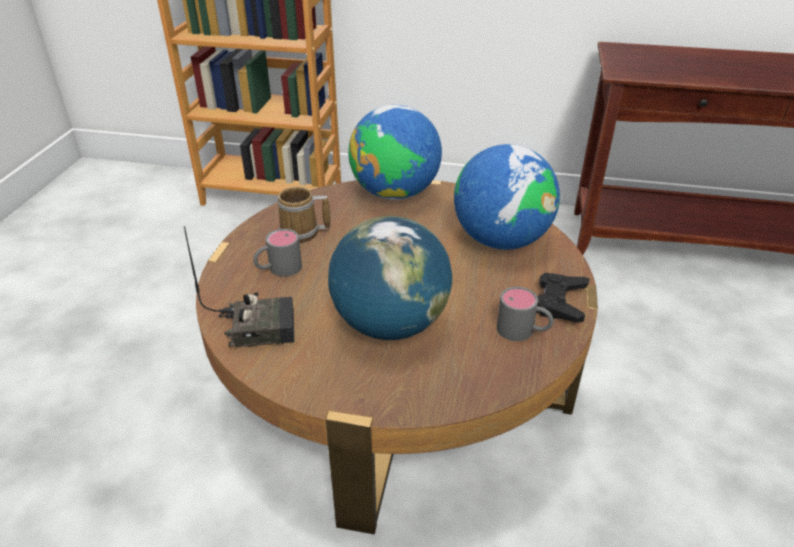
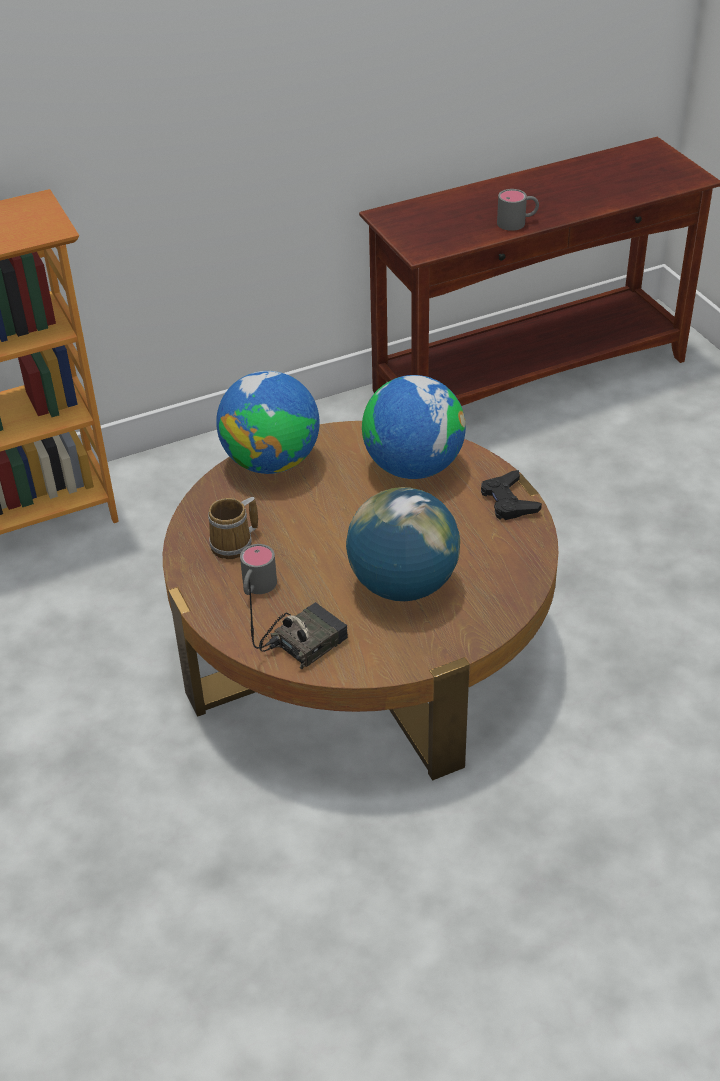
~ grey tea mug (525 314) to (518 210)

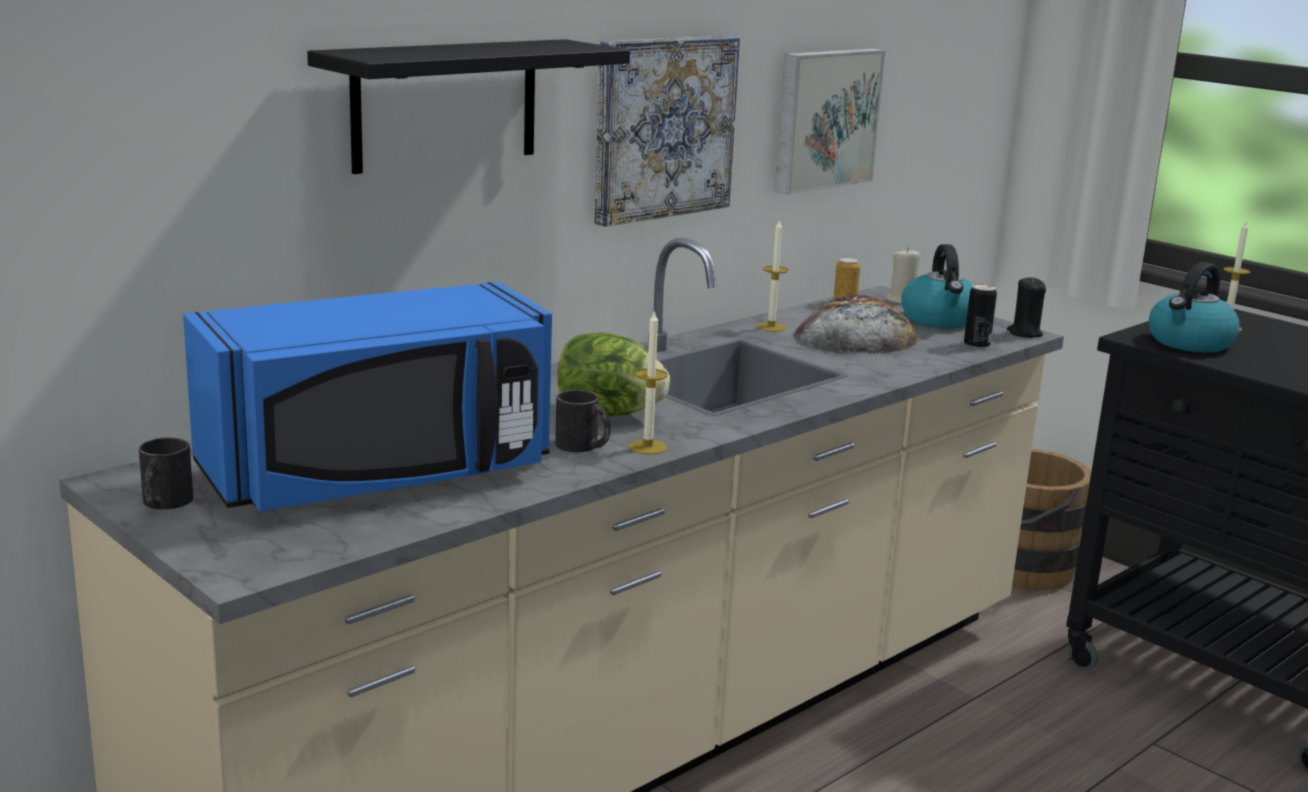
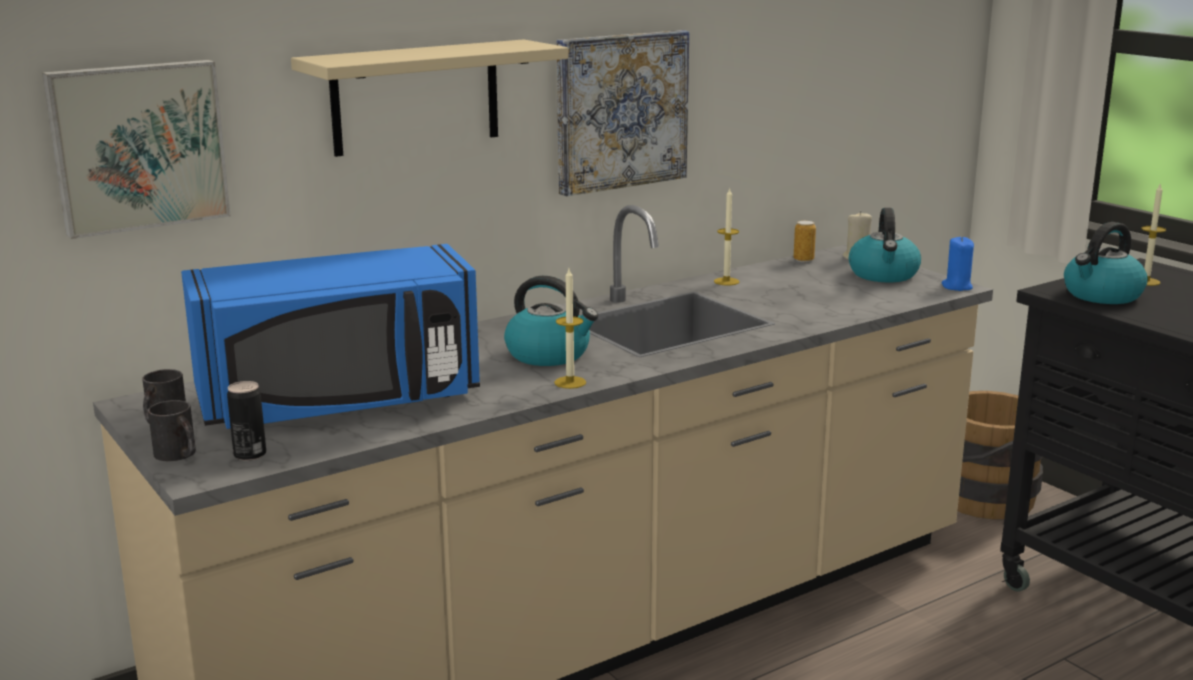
~ black shelf (468 106) to sand-coloured shelf (429 98)
~ black tea mug (583 421) to (172 430)
~ lettuce (613 374) to water kettle (551 321)
~ wall picture (829 122) to (136 149)
- bread (856 324)
~ sealed can (980 315) to (246 421)
~ black candle (1026 307) to blue-coloured candle (958 263)

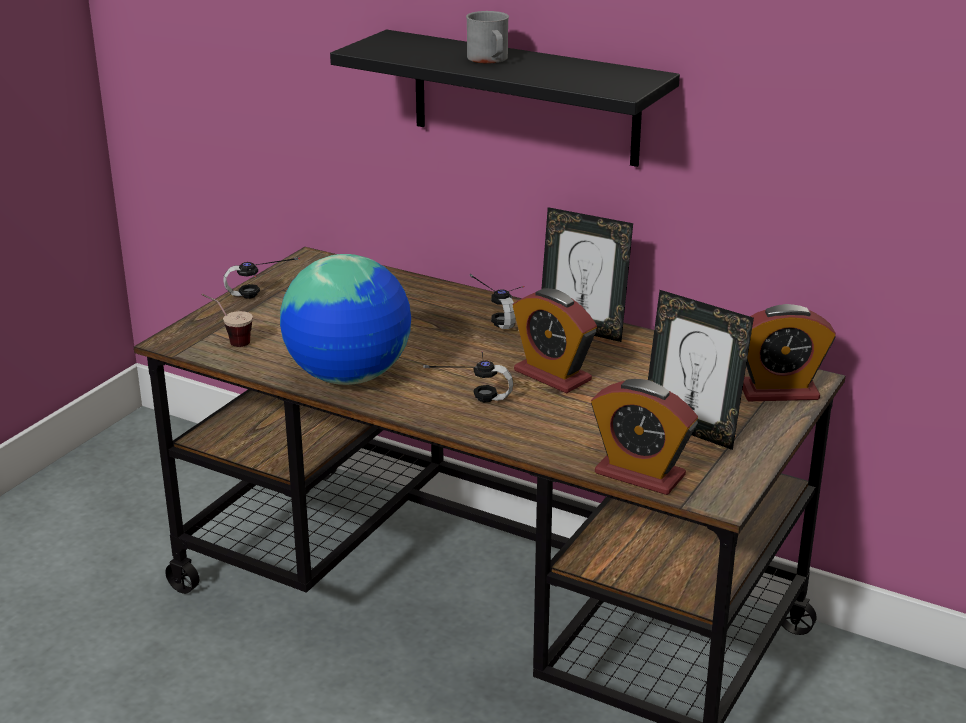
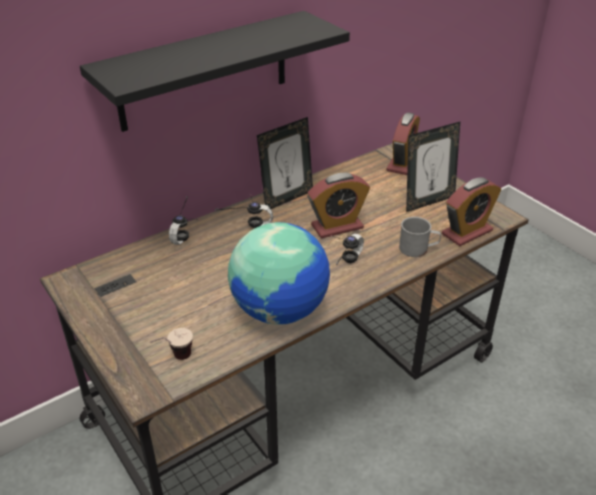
~ headset (261 278) to (185 220)
~ grey tea mug (487 37) to (420 237)

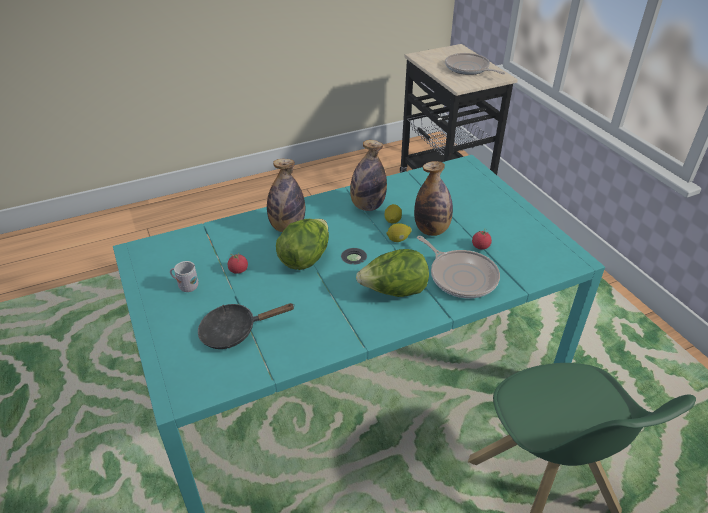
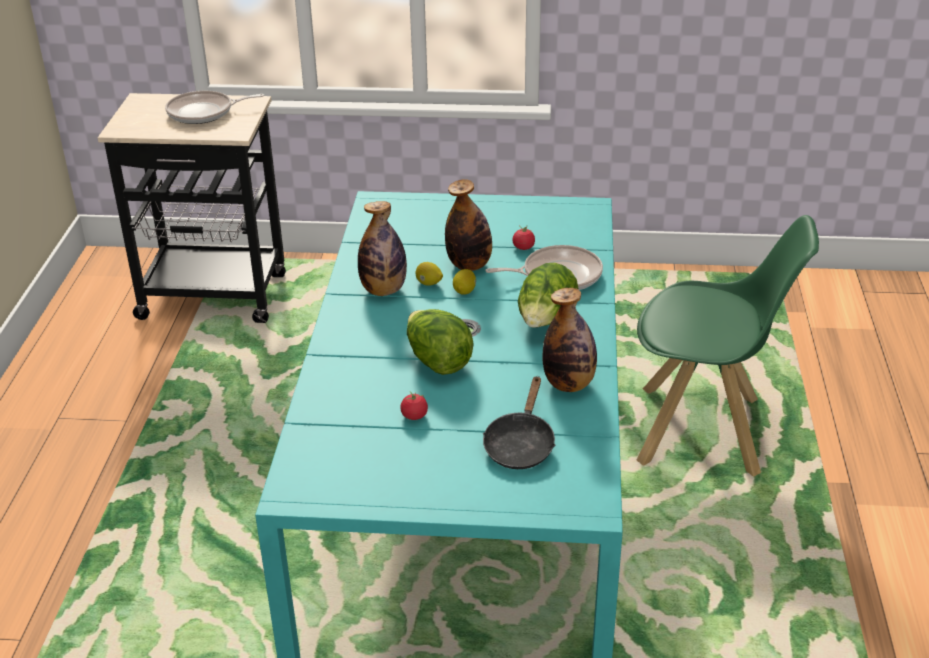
- whitish tea mug (184 276)
~ beverage bottle (286 195) to (570 340)

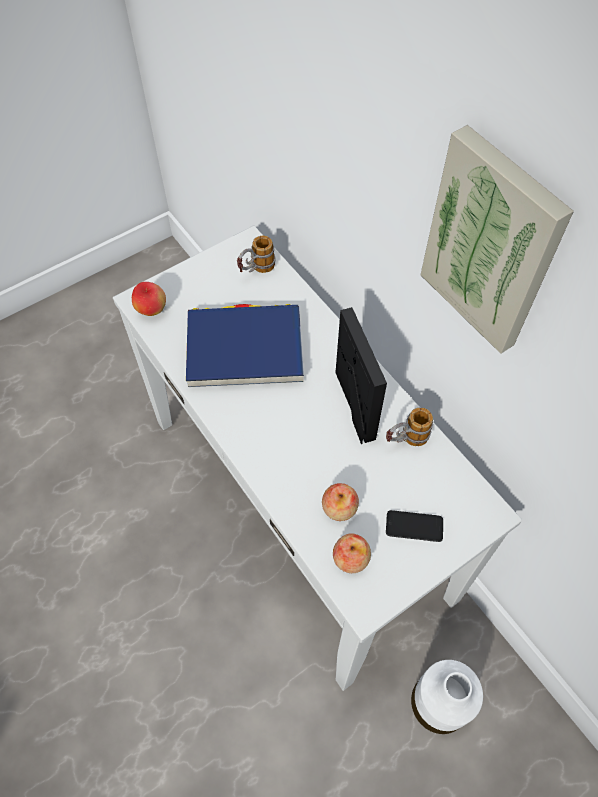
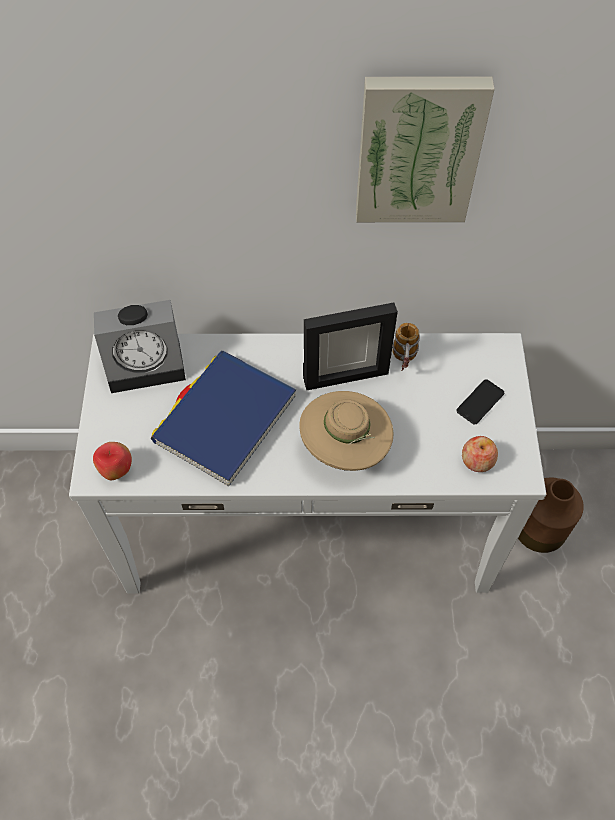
~ tea mug (256 254) to table clock (140 346)
- whole apple (340 502)
~ standing frame (361 375) = (350 346) 150 degrees clockwise
~ whitish flower vase (447 697) to brown flower vase (551 515)
+ sand-coloured wearable hat (346 431)

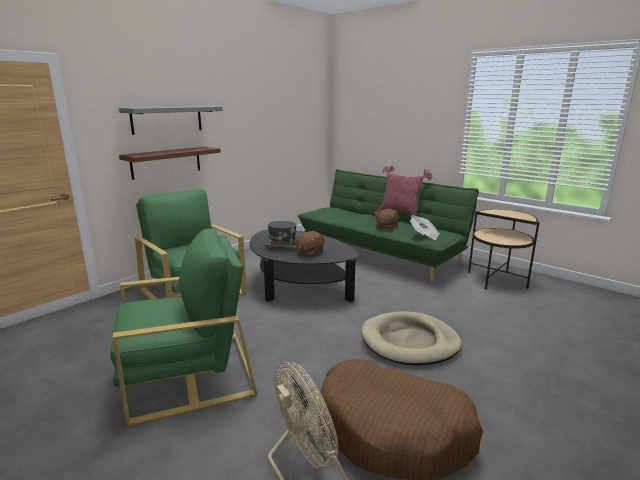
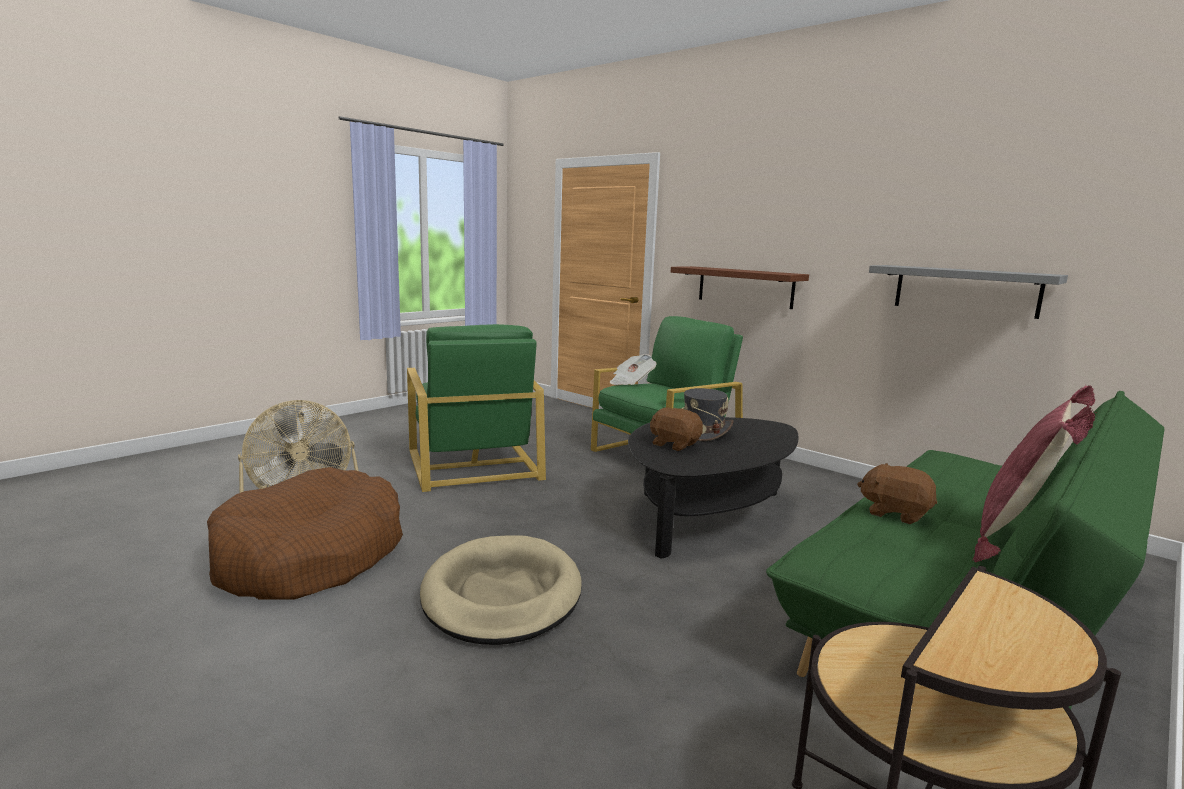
~ grey shelf (171 120) to (968 292)
~ daily paper (425 227) to (633 369)

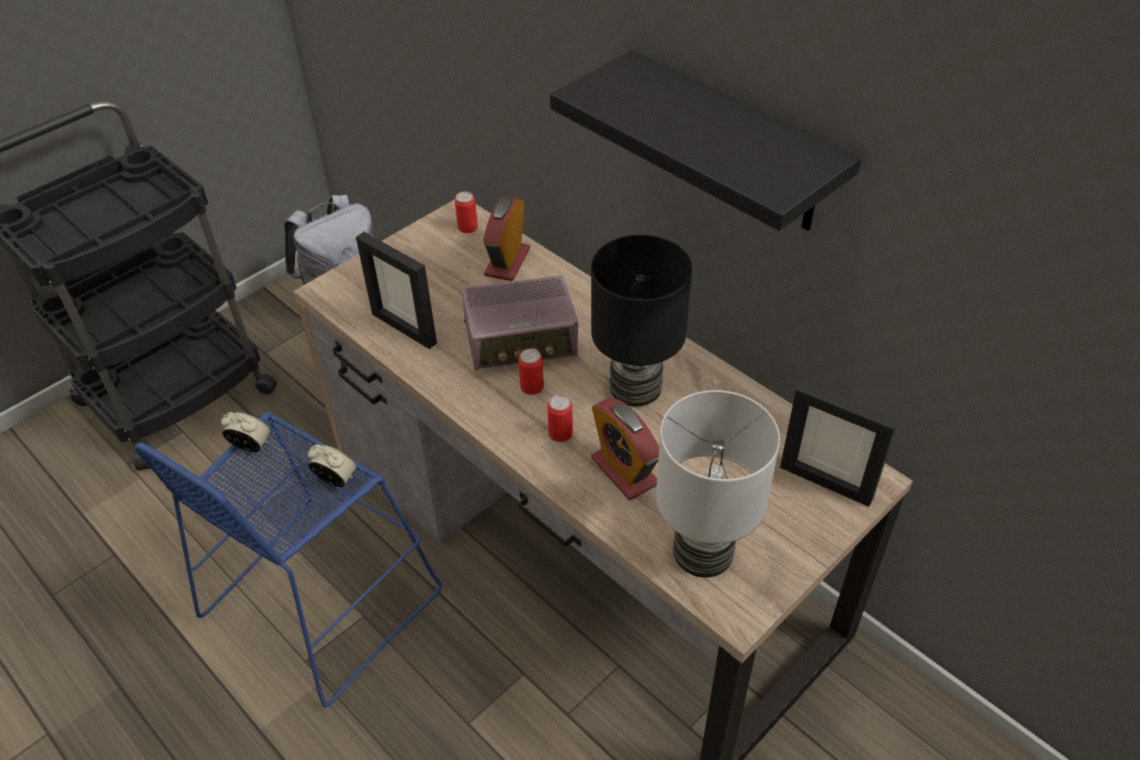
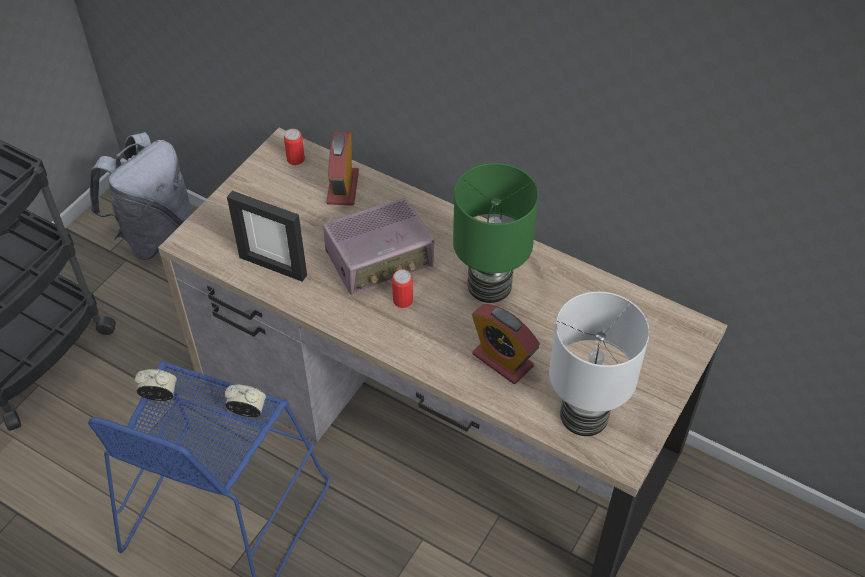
- sealed can (560 418)
- black shelf (706 140)
~ black lamp for a table (641 321) to green-coloured lamp for a table (495 233)
- standing frame (839 444)

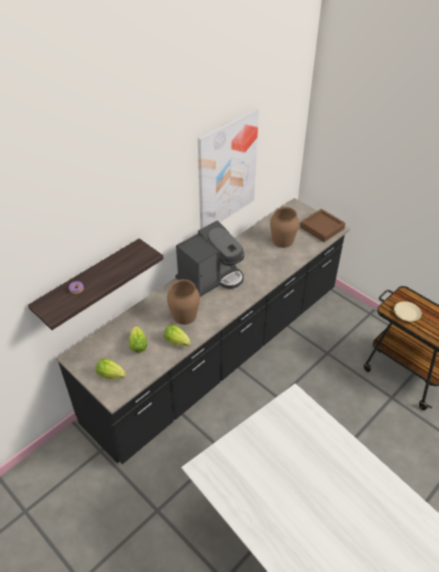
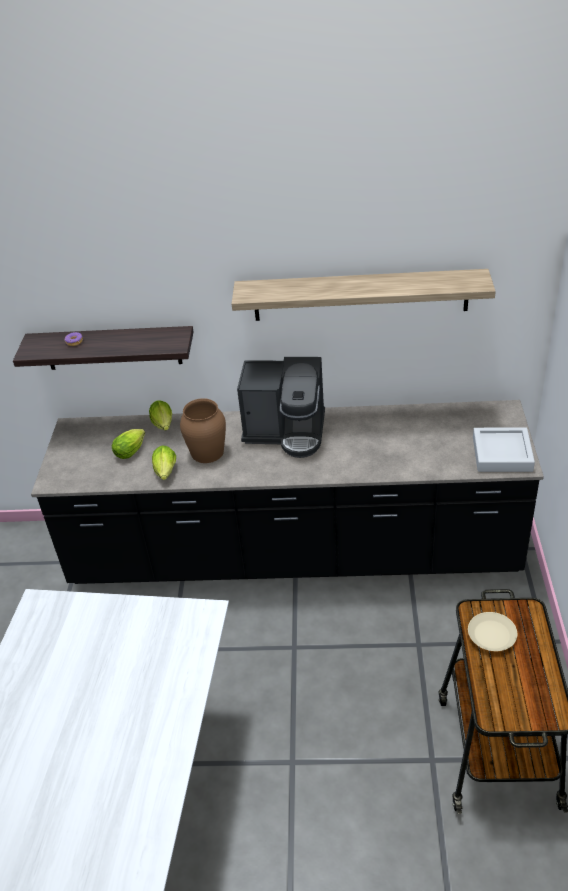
~ lettuce (111 368) to (160 415)
~ wall picture (228 168) to shelf (364 295)
- brown flower vase (284 227)
~ brown serving tray (322 225) to grey serving tray (504 449)

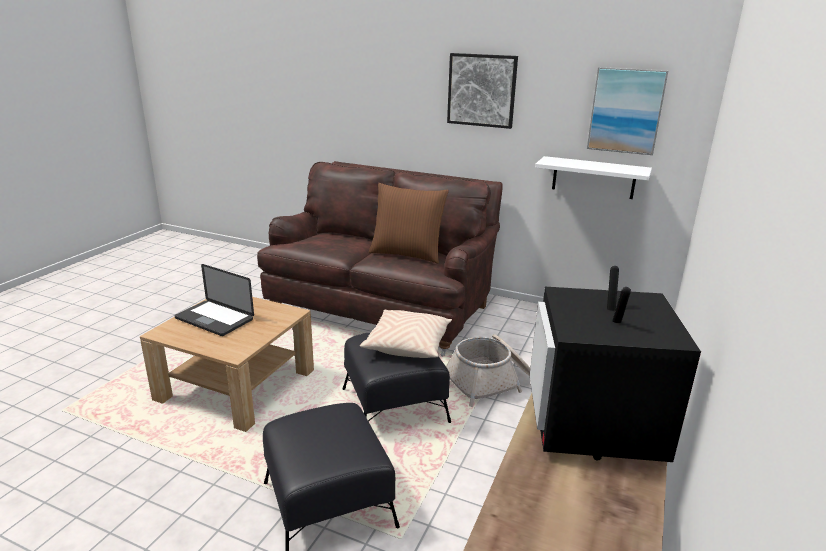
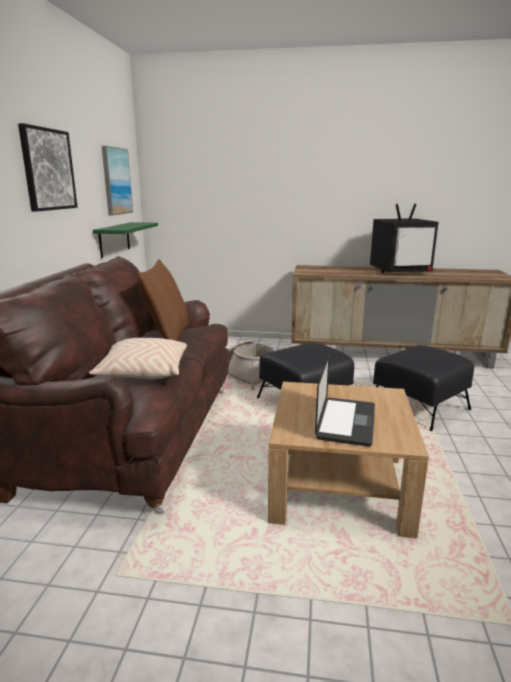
~ sand-coloured throw pillow (406 334) to (138 359)
~ whitish shelf (593 177) to green-coloured shelf (125 240)

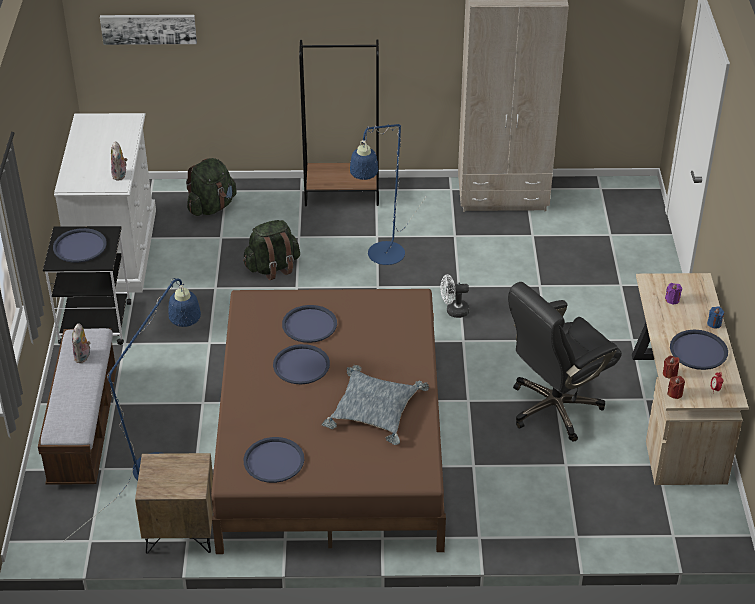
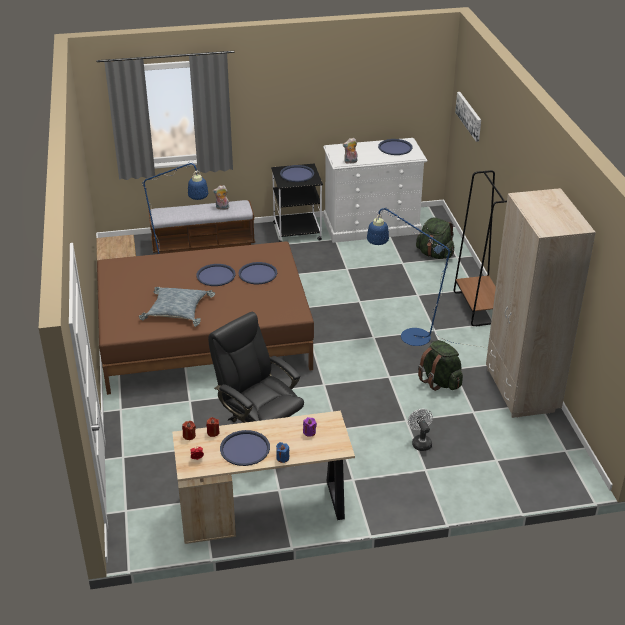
~ green-coloured backpack (271 250) to (440 365)
~ blue-coloured serving tray (274 460) to (395 147)
~ whitish fan (454 296) to (420 430)

